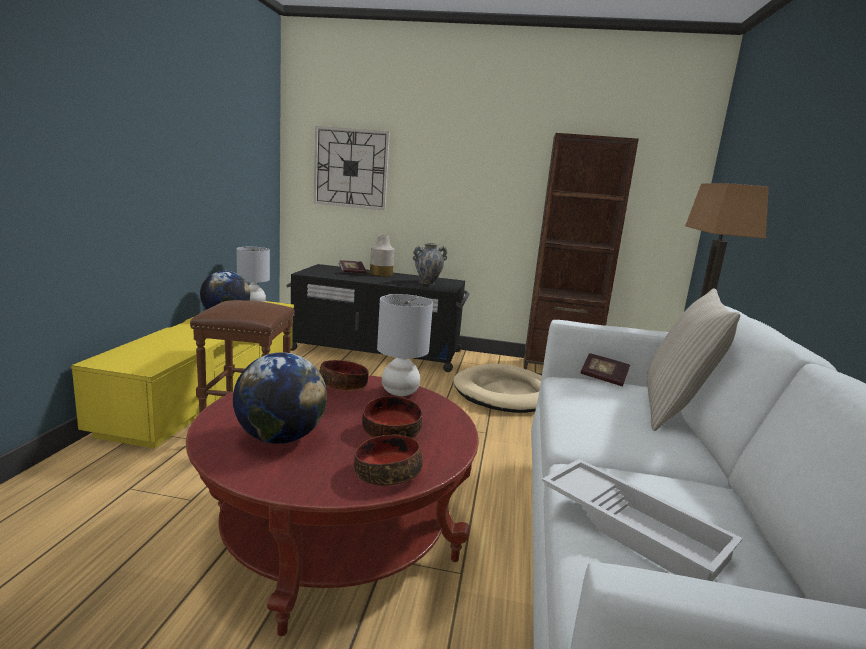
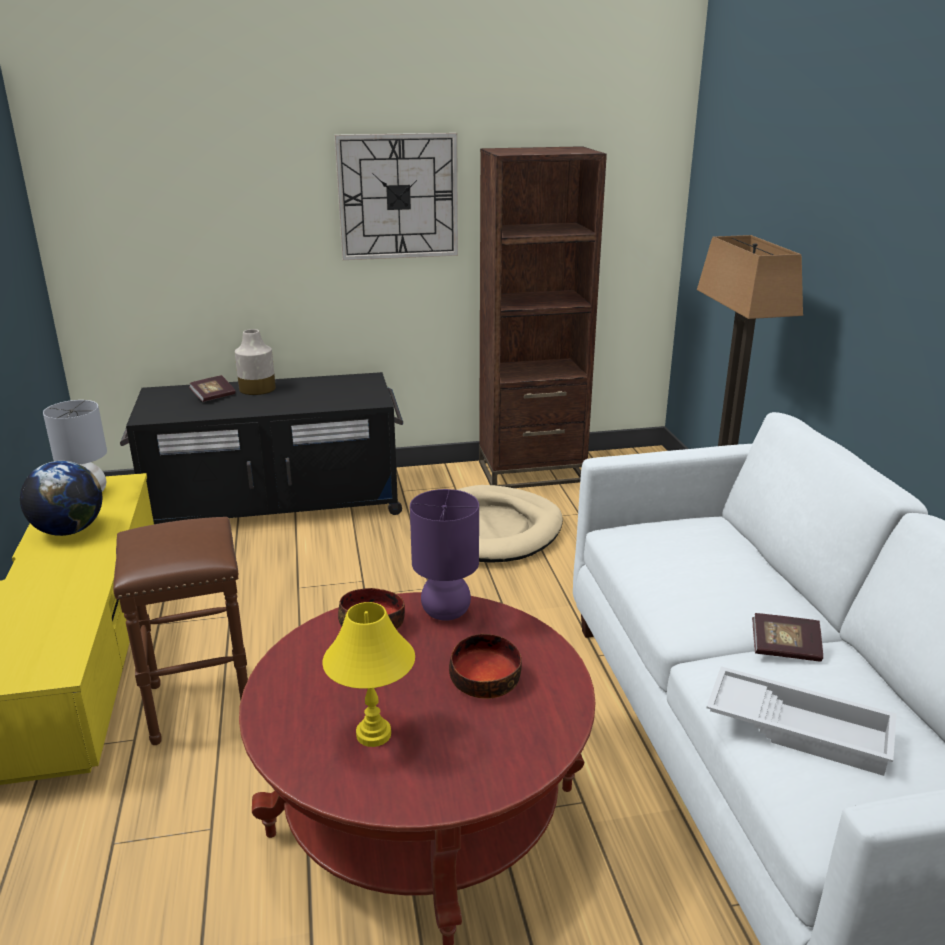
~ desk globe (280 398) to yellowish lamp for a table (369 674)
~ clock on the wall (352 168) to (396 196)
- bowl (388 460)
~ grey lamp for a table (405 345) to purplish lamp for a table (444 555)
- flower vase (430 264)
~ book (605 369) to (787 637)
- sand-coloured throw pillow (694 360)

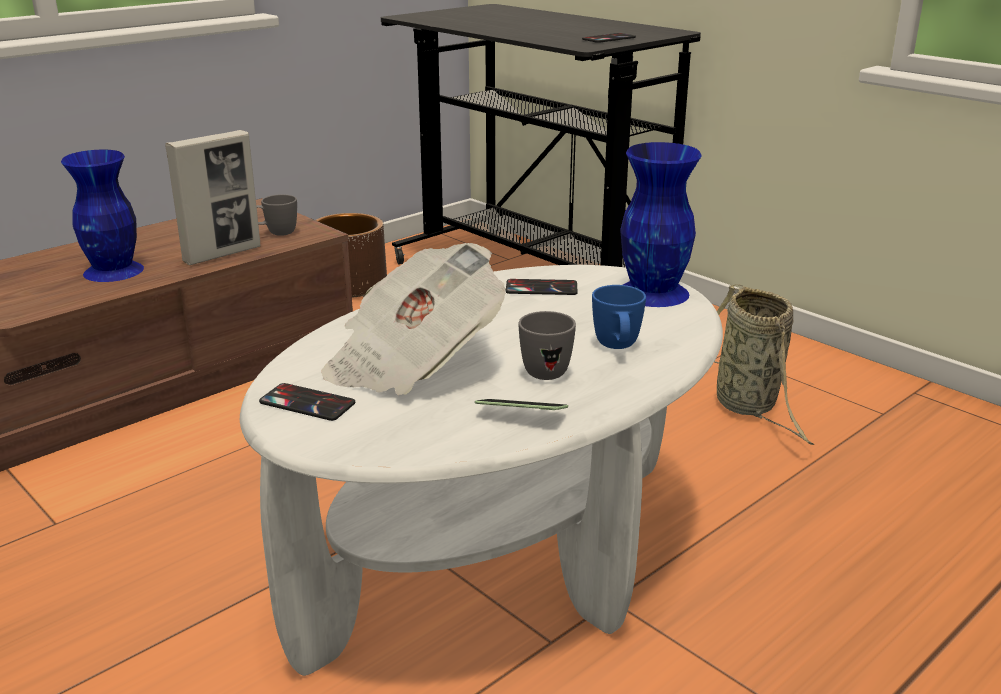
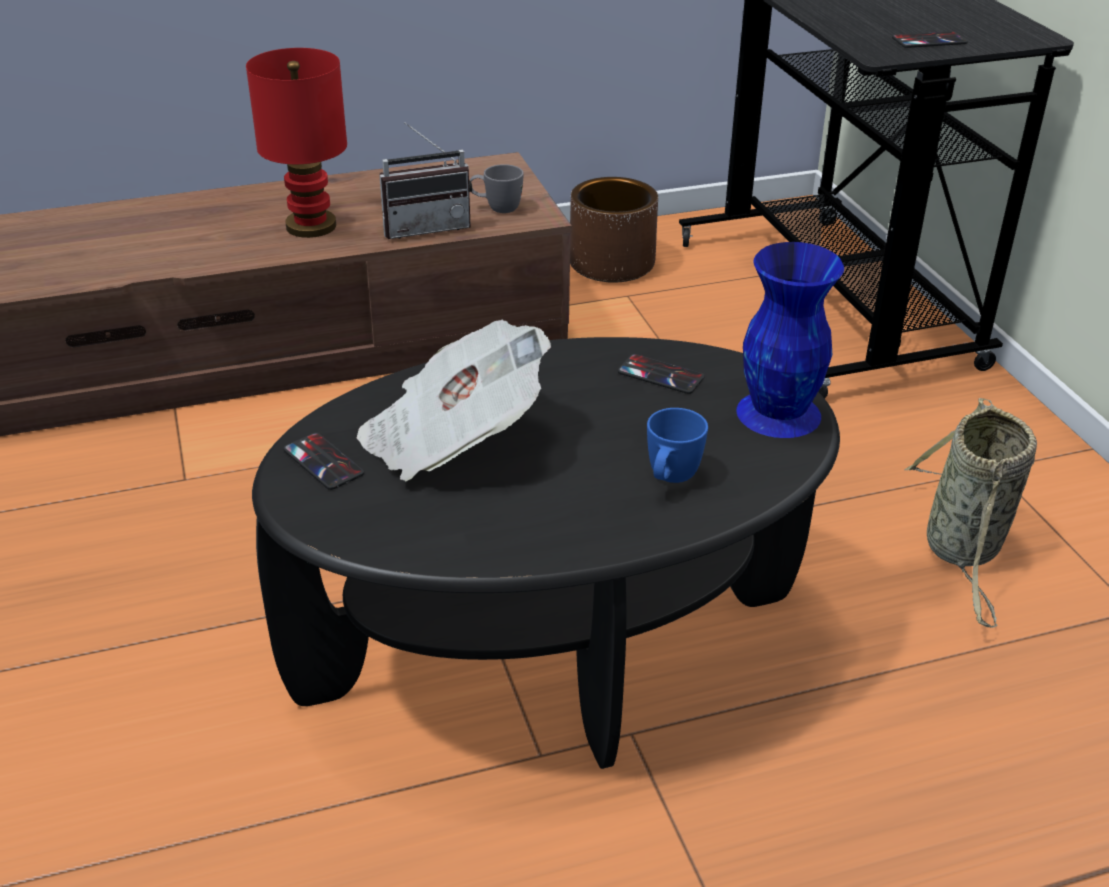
~ blue-coloured flower vase (102 216) to red-coloured lamp for a table (296 143)
~ standing frame (212 197) to radio (425 181)
~ whitish low table (481 470) to black low table (546 553)
- handset (521 404)
- grey tea mug (547 345)

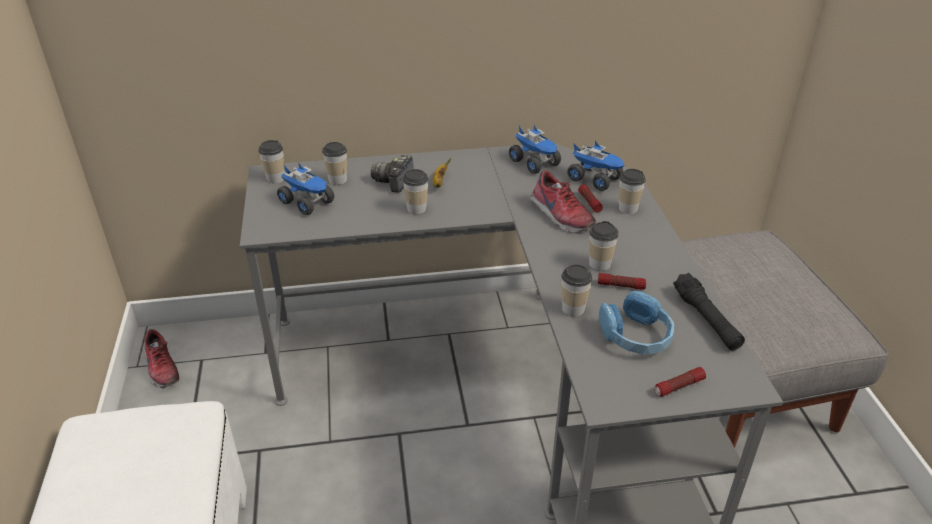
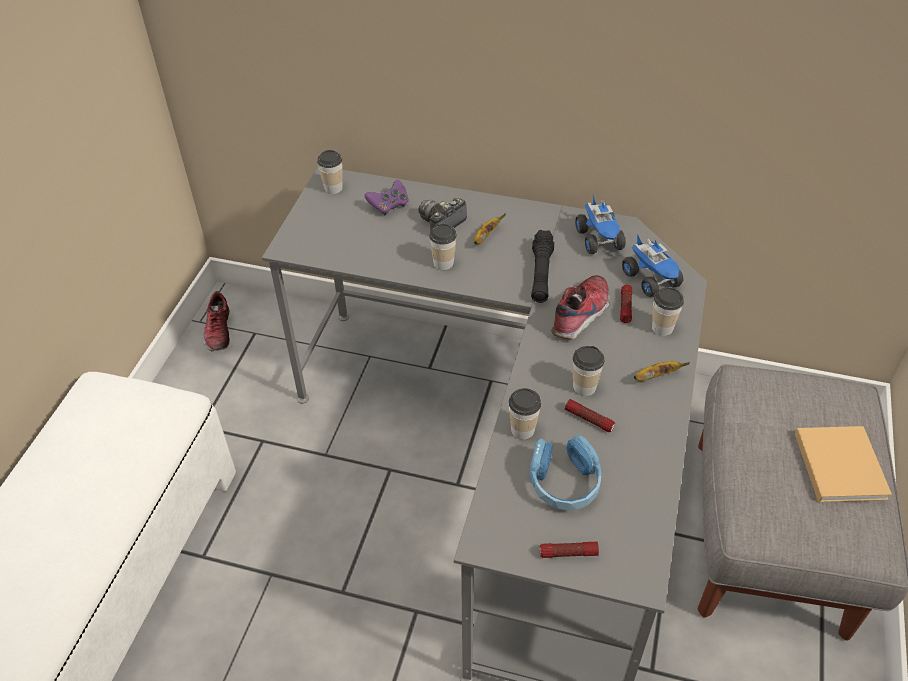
- toy lorry (305 188)
~ small cup (334 163) to purplish game controller (386 198)
~ low shoe (563 202) = (580 307) 135 degrees counterclockwise
~ black hand torch (709 311) to (542 266)
+ banana fruit (662 371)
+ sand-coloured book (843 464)

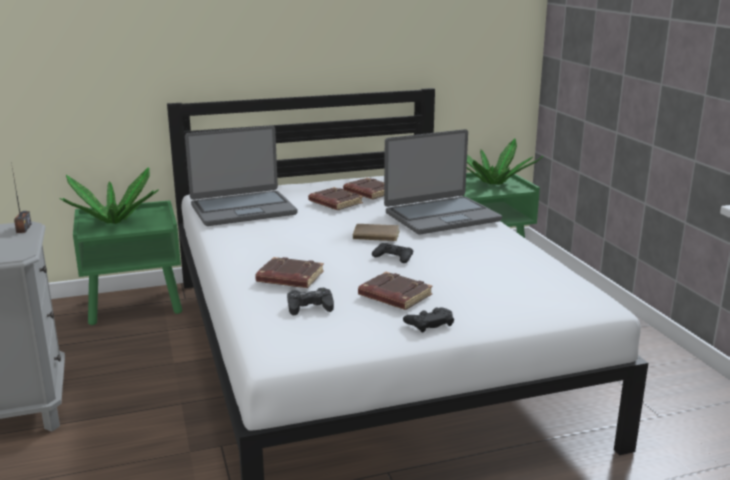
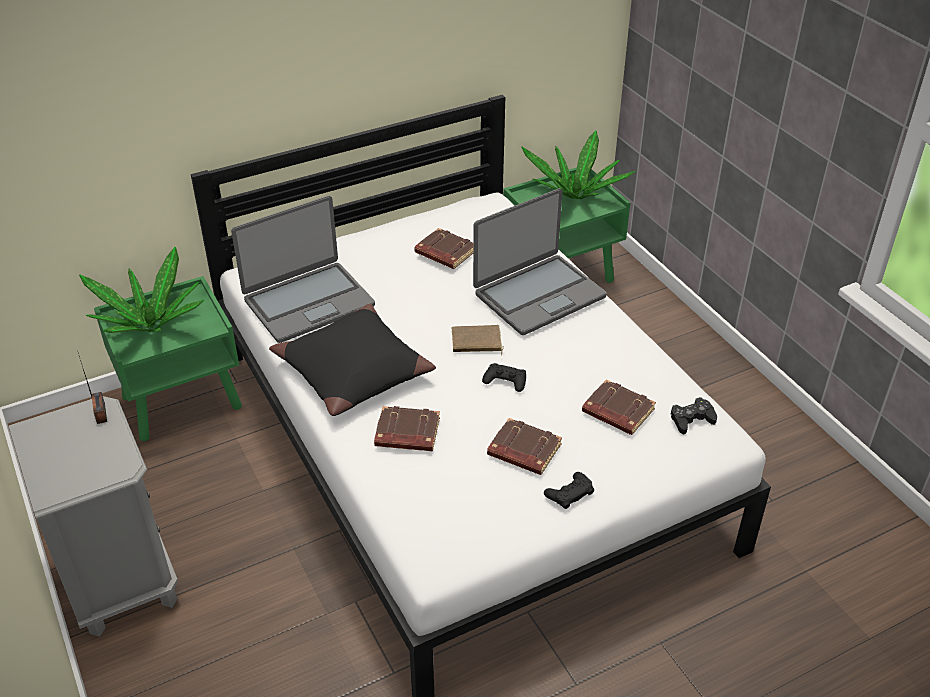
~ black game controller (310 301) to (694 416)
~ brown book (335 198) to (619 407)
+ black throw pillow (352 360)

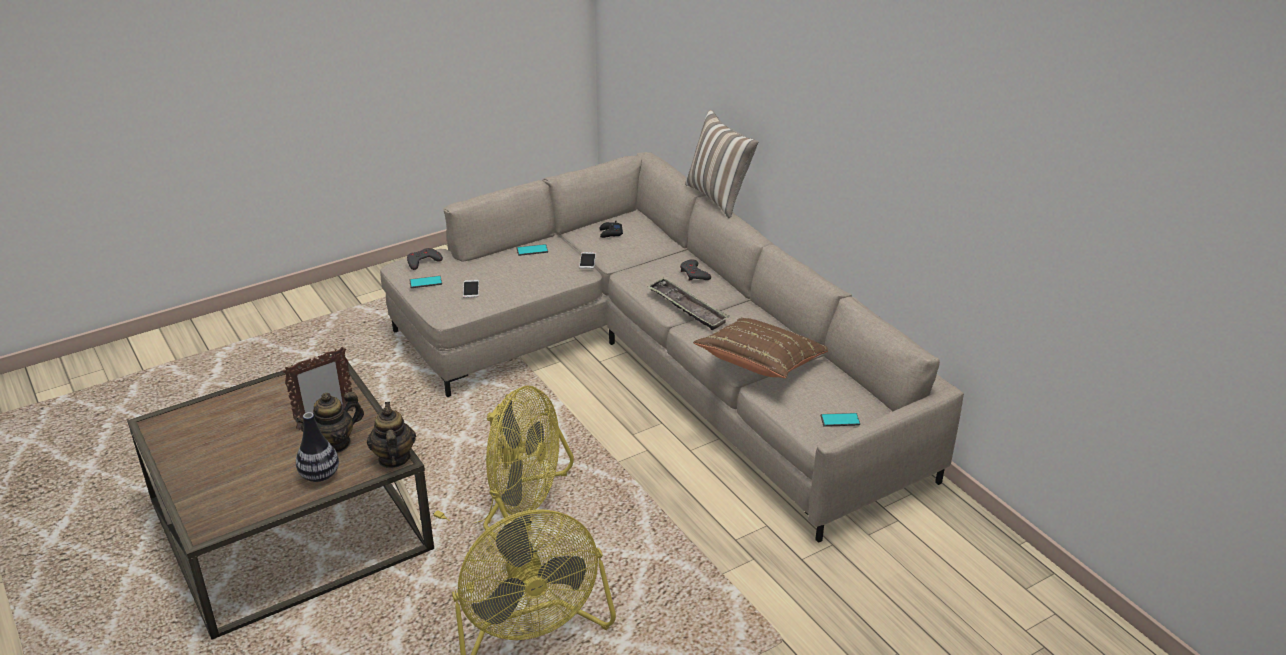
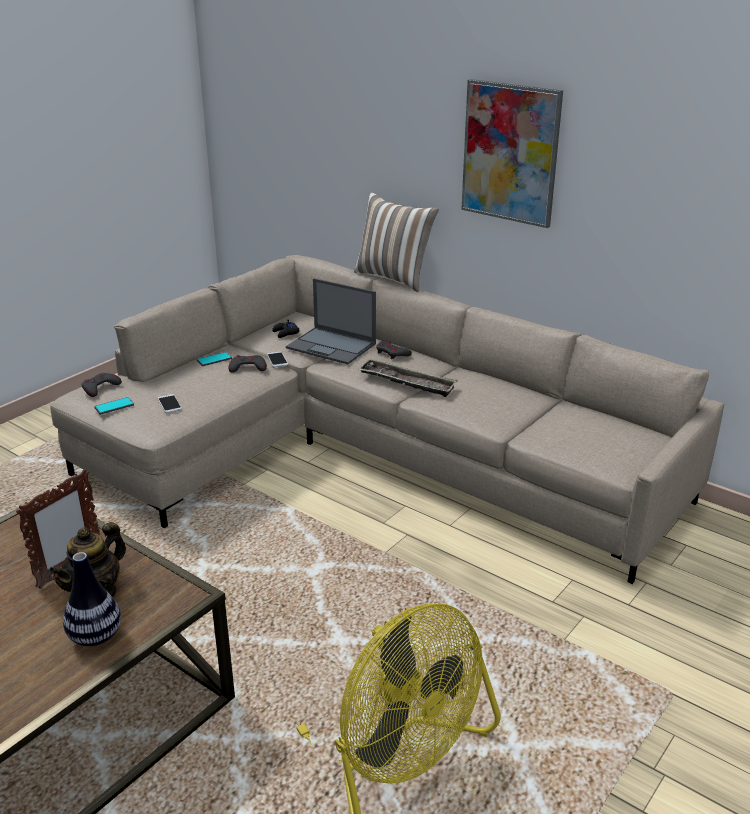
- tea pot (391 435)
- yellowish fan (503 463)
- brown throw pillow (760 348)
- handset (840 420)
+ grey game controller (247 364)
+ notebook computer (331 321)
+ wall picture (512 153)

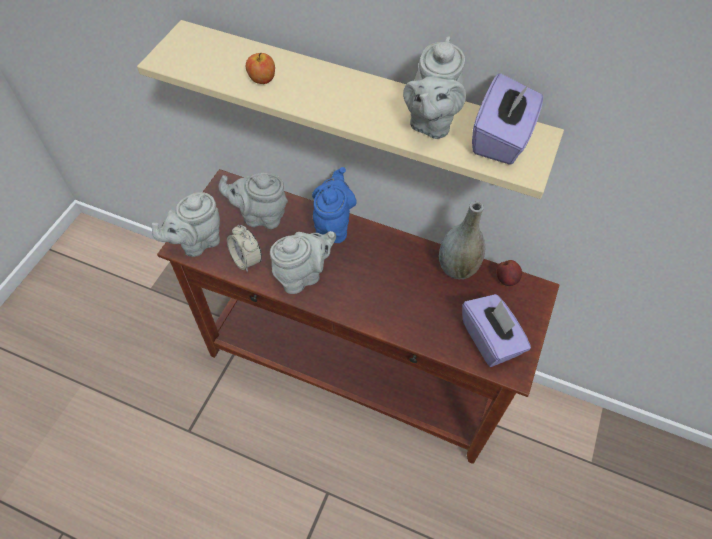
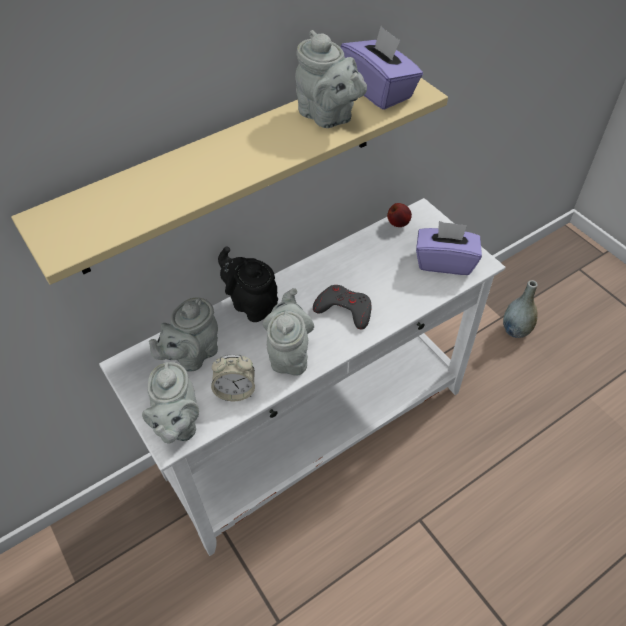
~ brown hall table (358 316) to whitish hall table (302 377)
- whole apple (260 68)
~ blue-coloured tea pot (334 205) to black tea pot (248 284)
~ grey flower vase (462 240) to (520 309)
+ grey game controller (342 307)

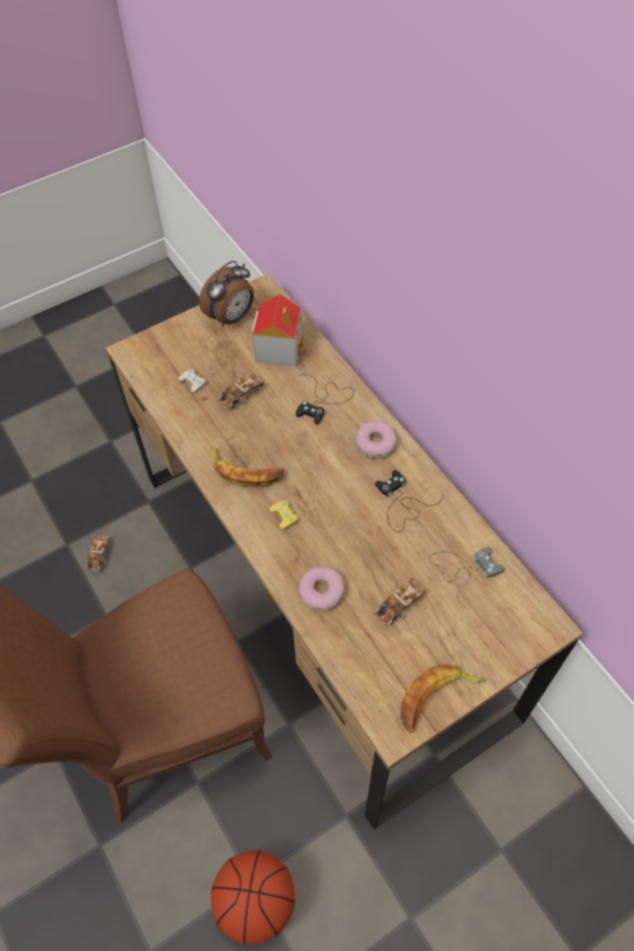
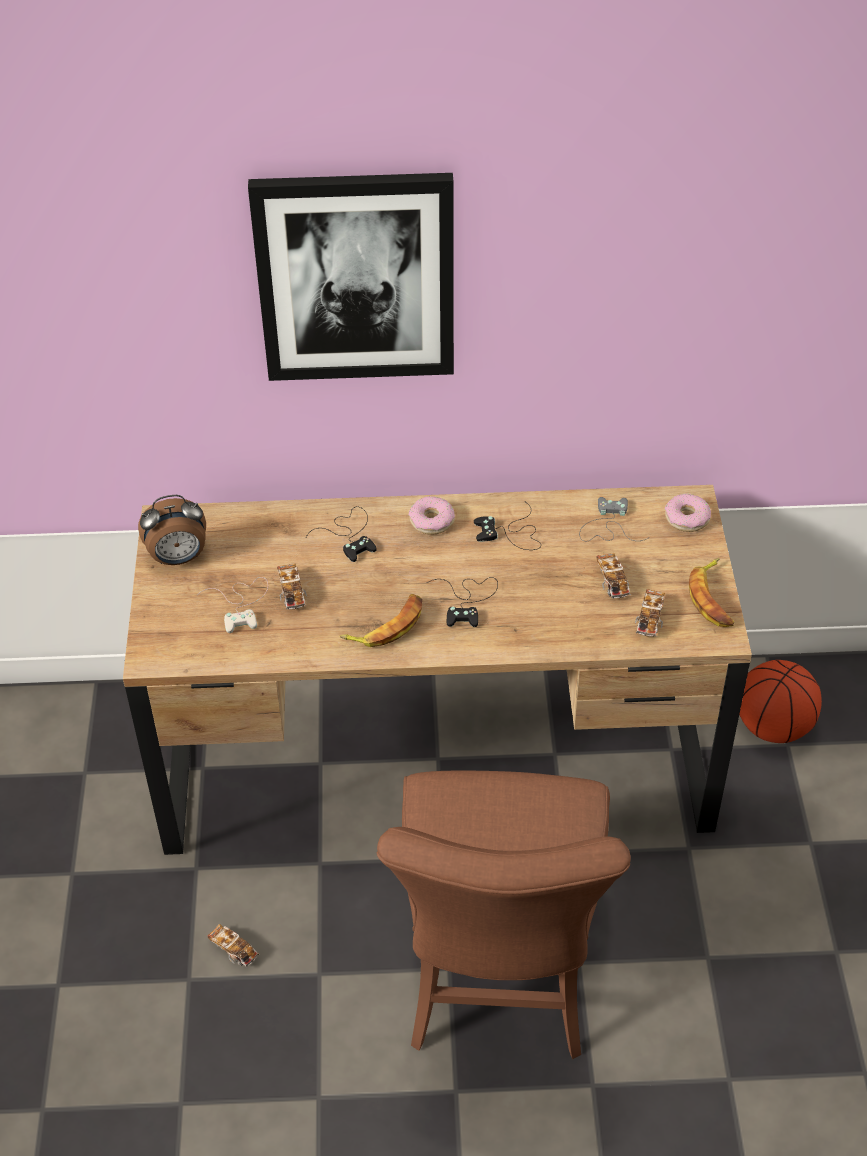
~ table clock (226 294) = (172 530) 90 degrees clockwise
~ basketball ball (253 897) to (780 701)
- toy house (277 330)
~ yellowish game controller (305 501) to black game controller (462 602)
~ donut (322 589) to (688 512)
+ wall picture (351 277)
+ toy car (650 613)

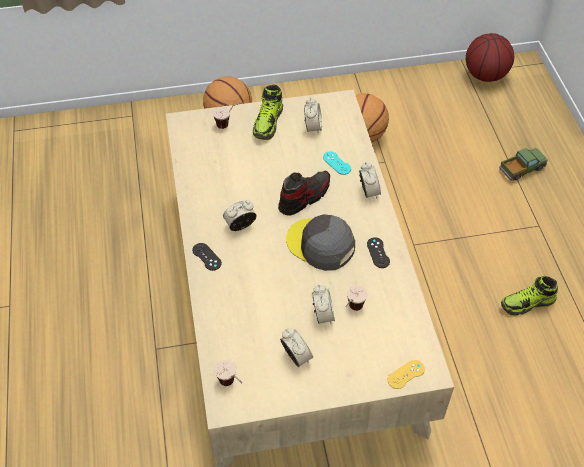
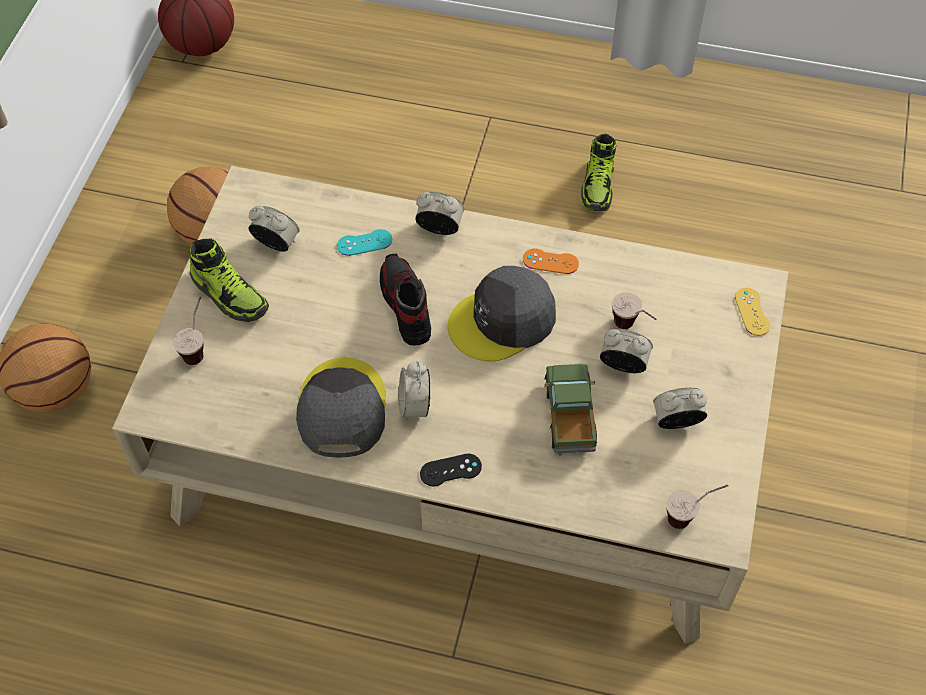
~ black game controller (378 252) to orangey game controller (551 261)
~ toy lorry (523 164) to (571 409)
+ grey cap (340 408)

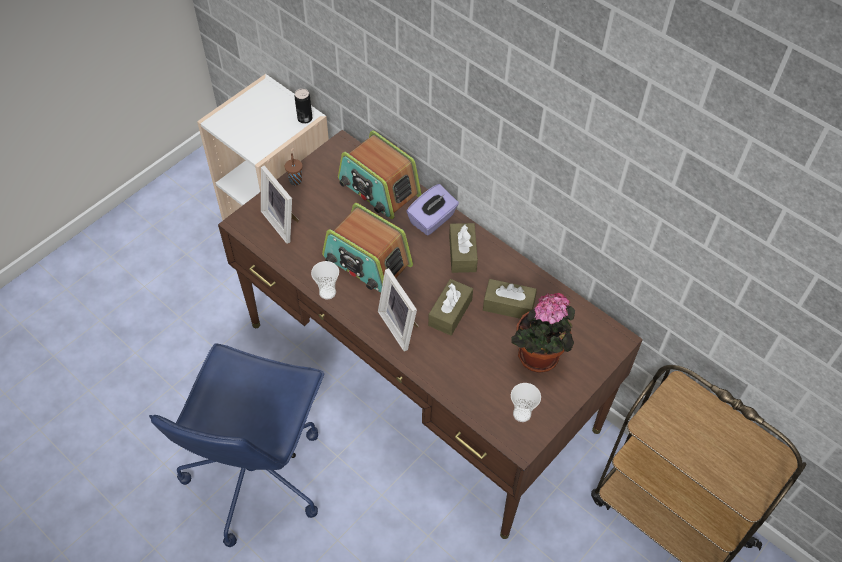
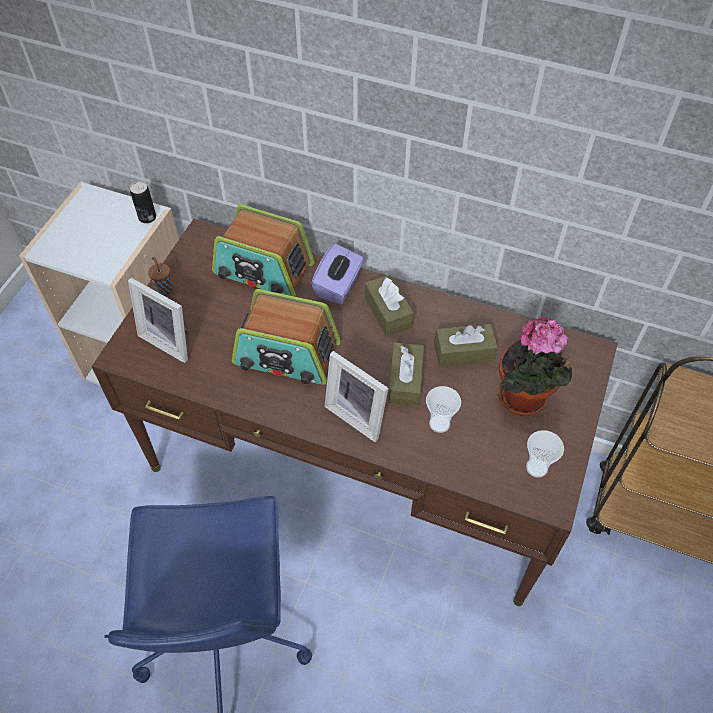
~ small cup (325 280) to (443 409)

